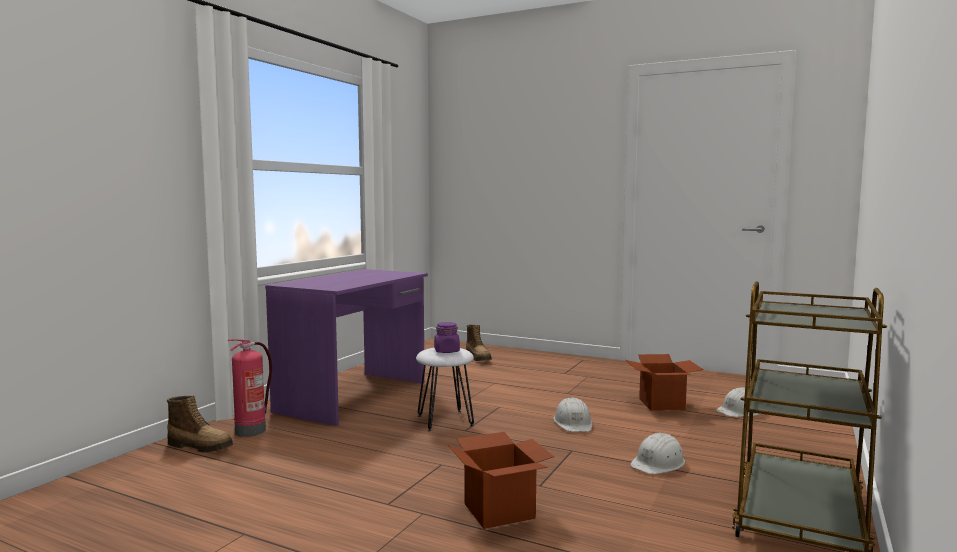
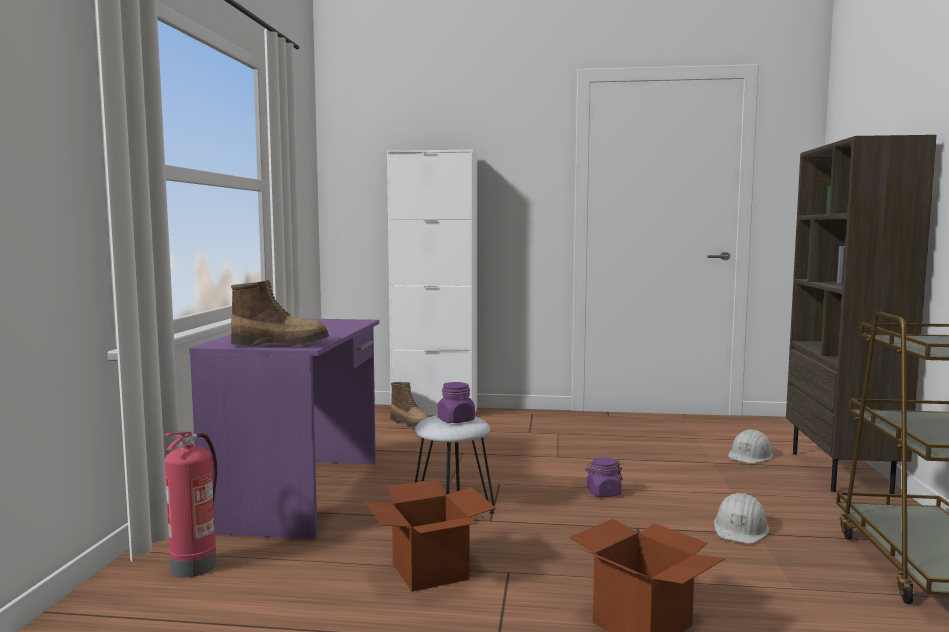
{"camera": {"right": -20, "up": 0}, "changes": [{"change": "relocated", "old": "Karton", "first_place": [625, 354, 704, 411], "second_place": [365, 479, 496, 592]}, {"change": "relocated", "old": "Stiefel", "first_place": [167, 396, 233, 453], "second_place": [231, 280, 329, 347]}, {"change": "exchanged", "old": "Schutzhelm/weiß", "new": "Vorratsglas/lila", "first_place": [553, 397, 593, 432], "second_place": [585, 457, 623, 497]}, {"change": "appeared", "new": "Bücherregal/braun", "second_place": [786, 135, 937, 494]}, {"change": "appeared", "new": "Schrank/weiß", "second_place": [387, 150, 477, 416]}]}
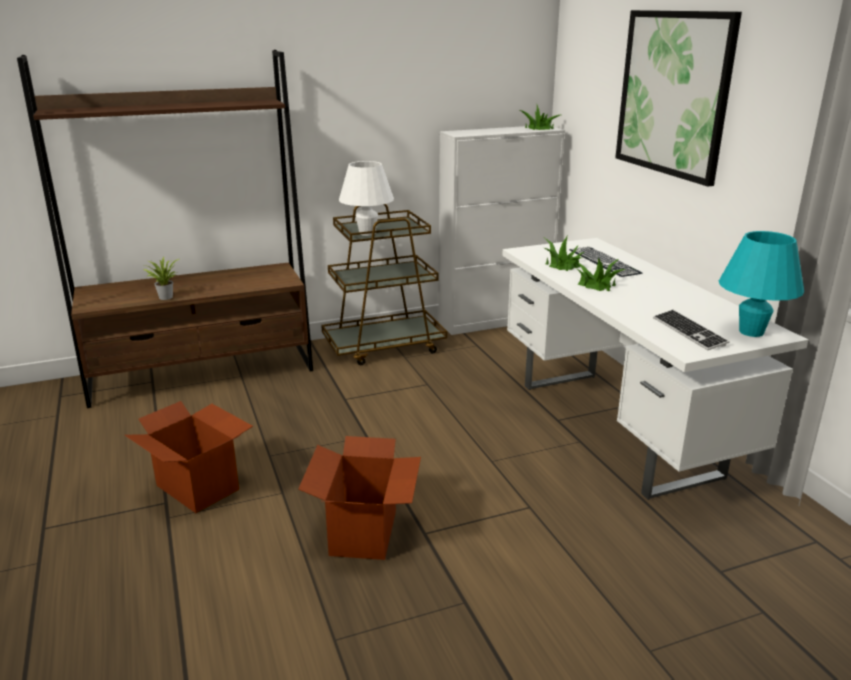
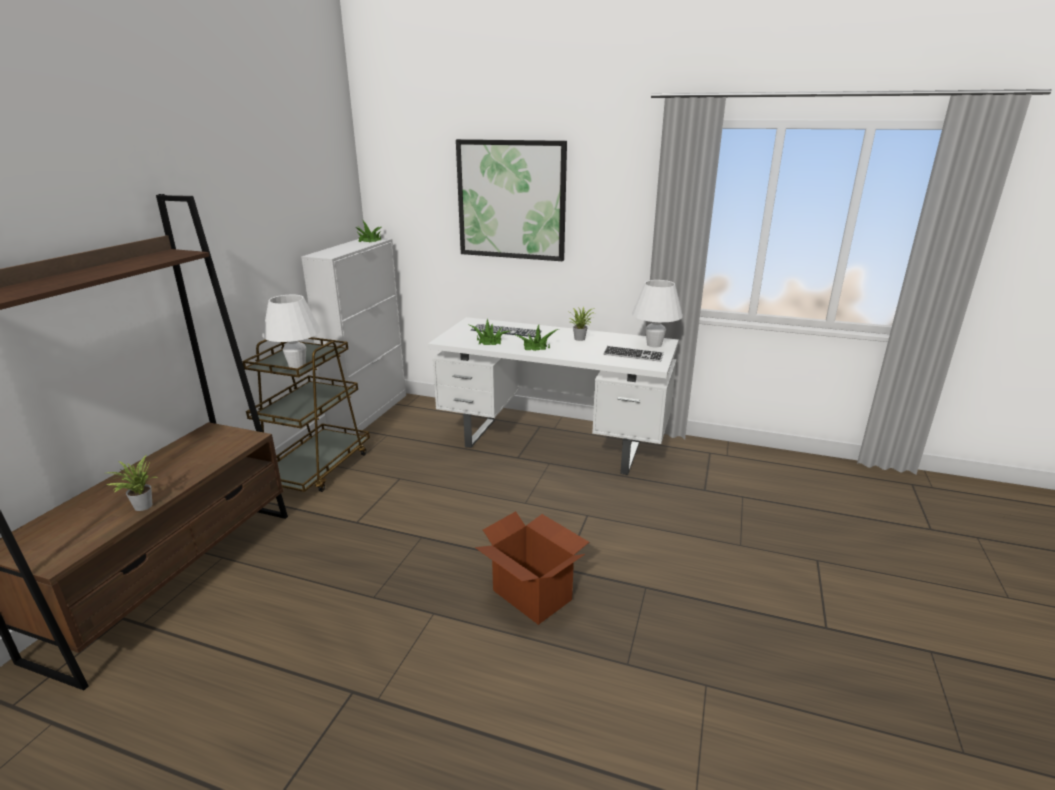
{"camera": {"right": -50, "up": 0}, "changes": [{"change": "colour", "old": "Tischlampe/türkis", "new": "Tischlampe/weiß", "first_place": [719, 231, 804, 337], "second_place": [632, 280, 683, 347]}, {"change": "missing", "old": "Karton", "first_place": [125, 401, 253, 513]}, {"change": "appeared", "new": "Topfpflanze", "second_place": [570, 307, 595, 341]}]}
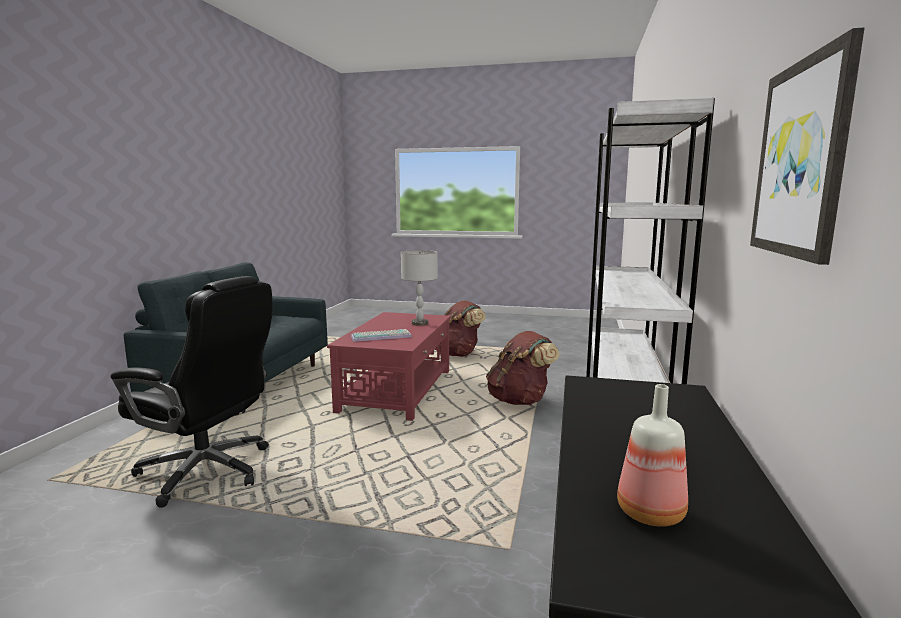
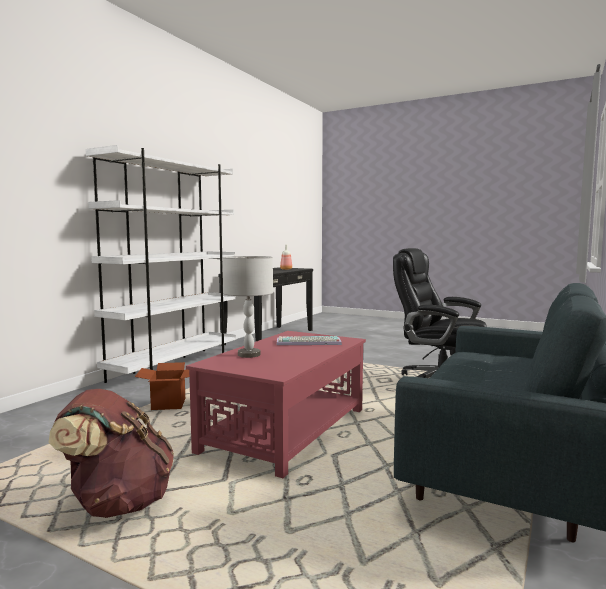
{"camera": {"right": -165, "up": -5}, "changes": [{"change": "missing", "old": "Bild", "first_place": [750, 28, 865, 265]}, {"change": "exchanged", "old": "Rucksack/braun", "new": "Karton", "first_place": [486, 331, 560, 405], "second_place": [135, 362, 189, 410]}]}
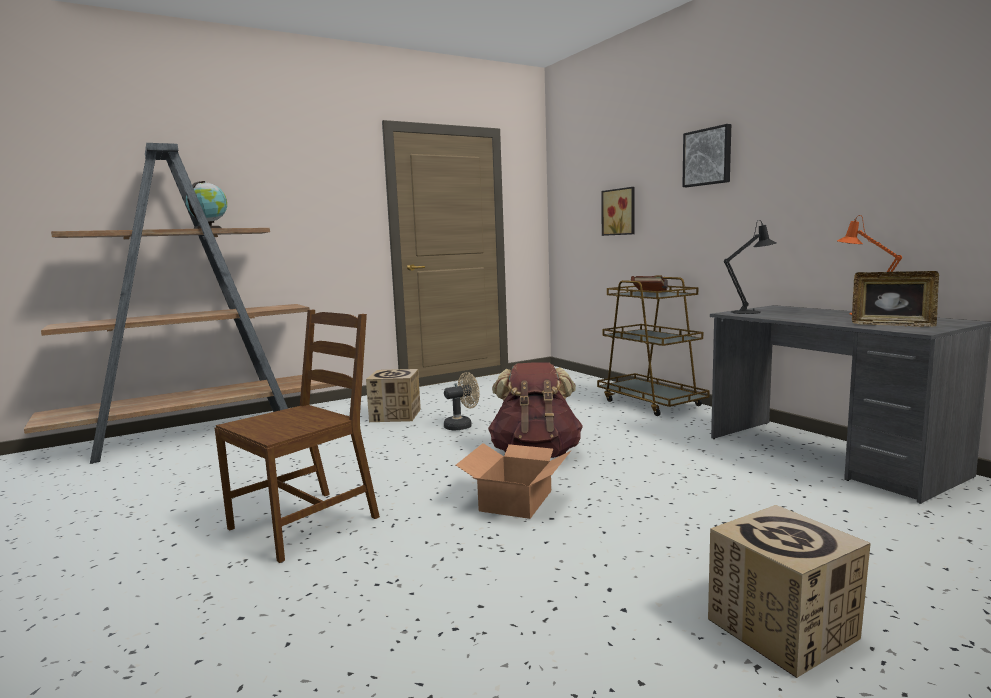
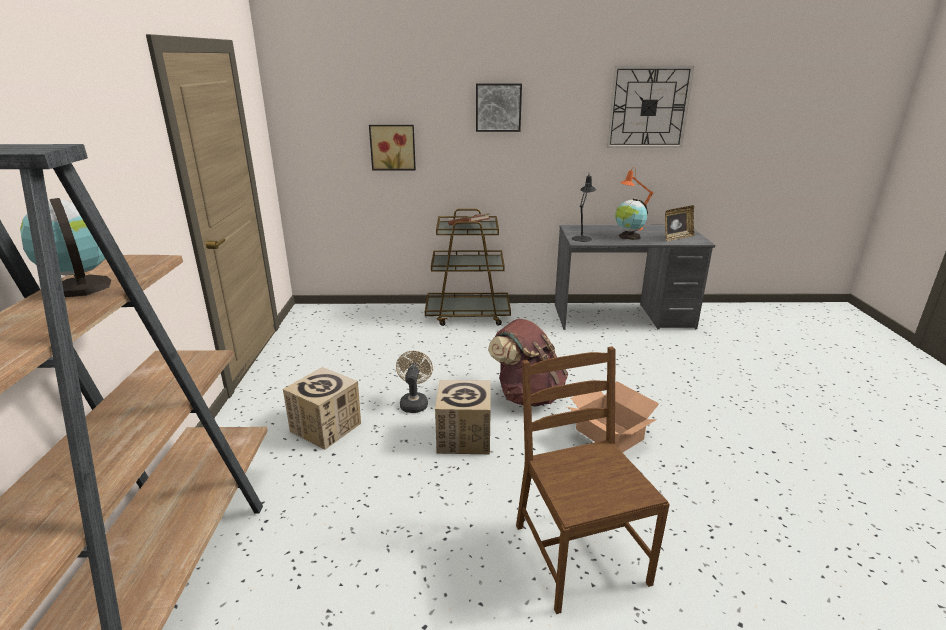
{"camera": {"right": -60, "up": 15}, "changes": [{"change": "relocated", "old": "Karton", "first_place": [708, 505, 871, 678], "second_place": [435, 380, 491, 454]}, {"change": "appeared", "new": "Wanduhr", "second_place": [607, 66, 694, 148]}, {"change": "appeared", "new": "Globus", "second_place": [615, 199, 648, 240]}]}
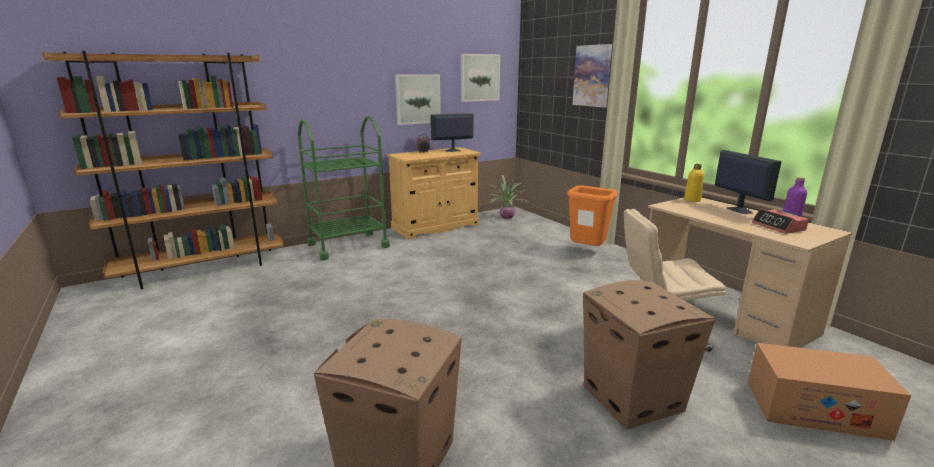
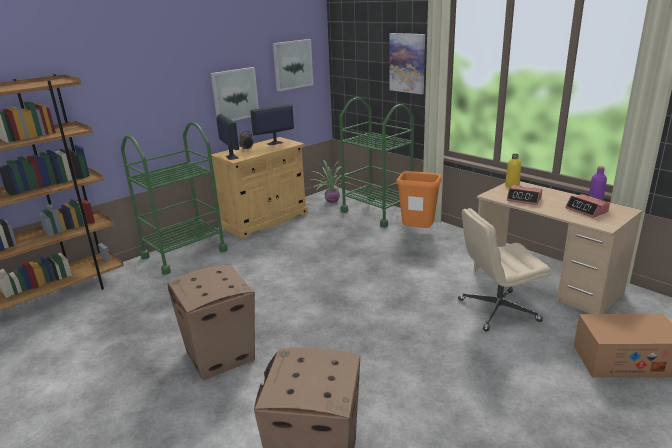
{"camera": {"right": -10, "up": 5}, "changes": [{"change": "relocated", "old": "Monitor", "first_place": [715, 150, 782, 214], "second_place": [217, 114, 239, 160]}, {"change": "relocated", "old": "Karton", "first_place": [583, 280, 716, 429], "second_place": [168, 265, 255, 380]}, {"change": "appeared", "new": "Rollwagen/grün", "second_place": [340, 97, 414, 228]}, {"change": "appeared", "new": "Wecker", "second_place": [507, 185, 542, 205]}]}
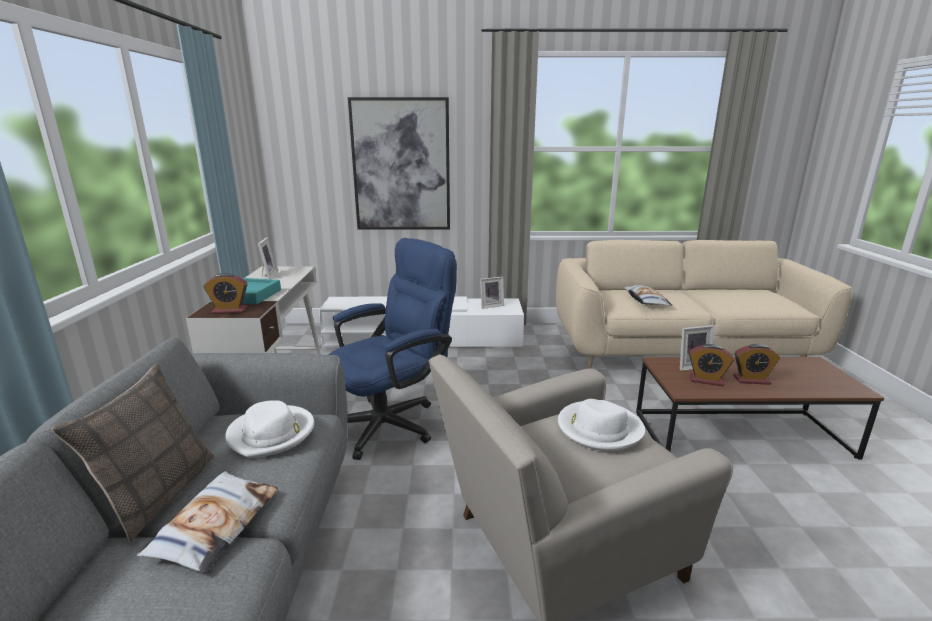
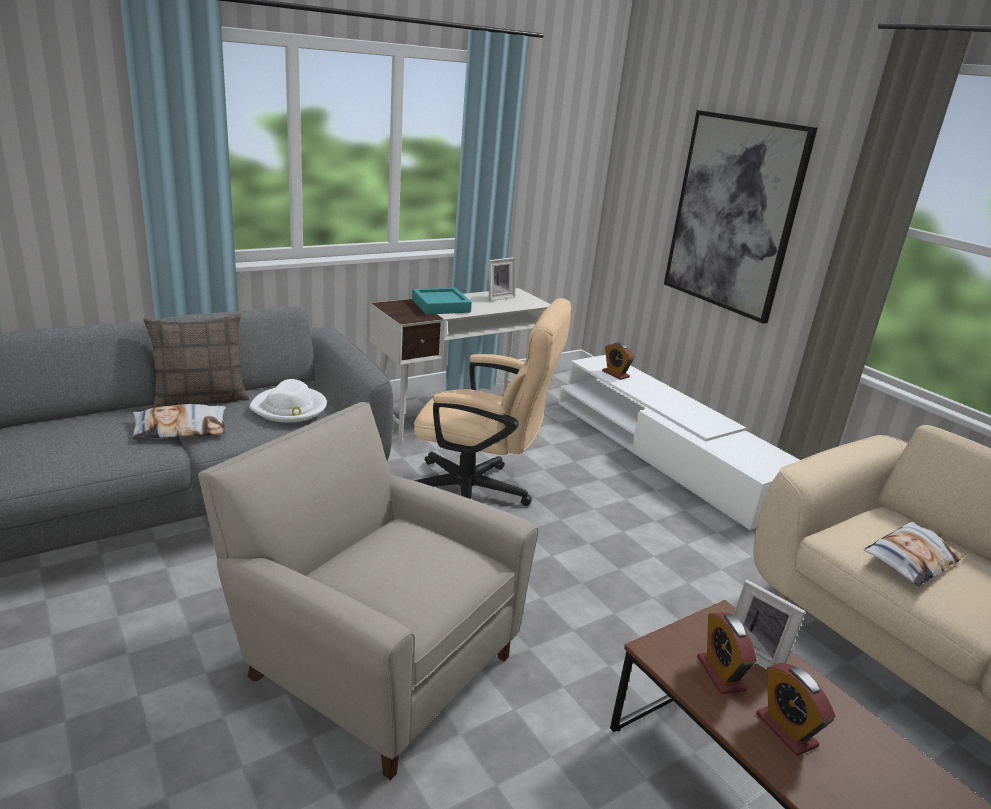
{"camera": {"right": 55, "up": 5}, "changes": [{"change": "colour", "old": "Bürostuhl/blau", "new": "Bürostuhl/beige", "first_place": [328, 238, 457, 460], "second_place": [414, 298, 572, 506]}, {"change": "relocated", "old": "Wecker", "first_place": [203, 273, 248, 314], "second_place": [602, 342, 634, 380]}, {"change": "missing", "old": "Bilderrahmen", "first_place": [480, 276, 504, 309]}, {"change": "missing", "old": "Hut/weiß", "first_place": [558, 399, 645, 451]}]}
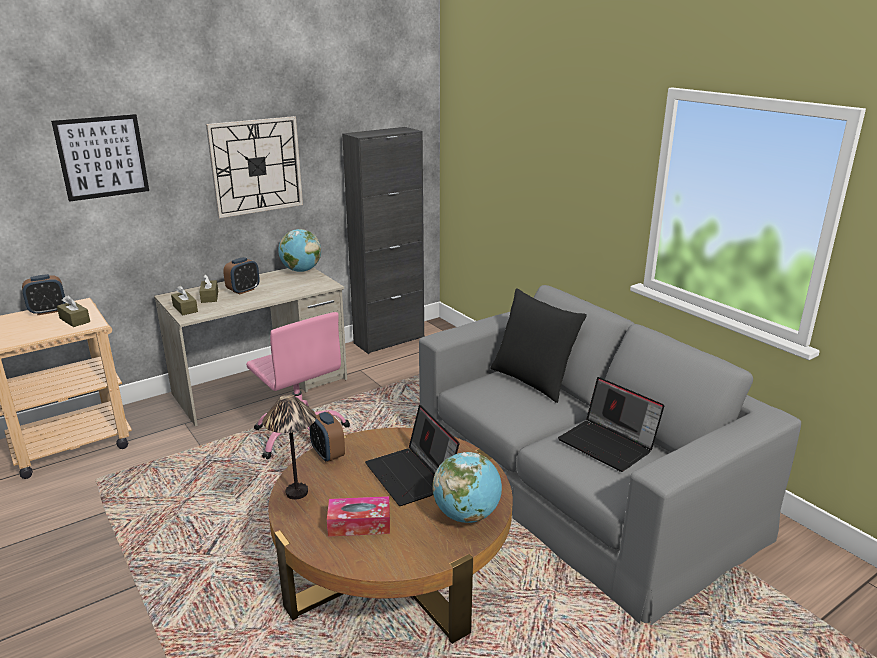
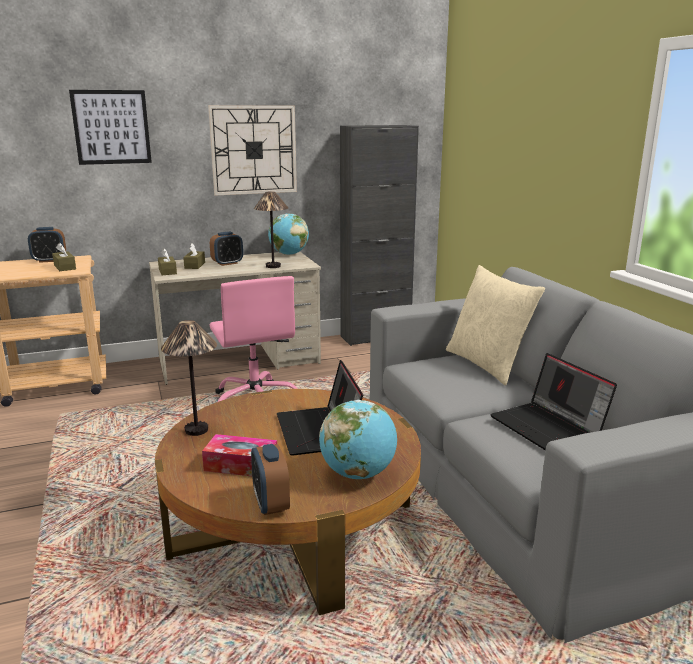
{"camera": {"right": 15, "up": -5}, "changes": [{"change": "colour", "old": "Kissen/schwarz", "new": "Kissen/beige", "first_place": [491, 288, 587, 403], "second_place": [446, 265, 545, 386]}, {"change": "relocated", "old": "Wecker", "first_place": [309, 412, 345, 462], "second_place": [251, 444, 290, 515]}, {"change": "appeared", "new": "Tischlampe", "second_place": [254, 191, 288, 268]}]}
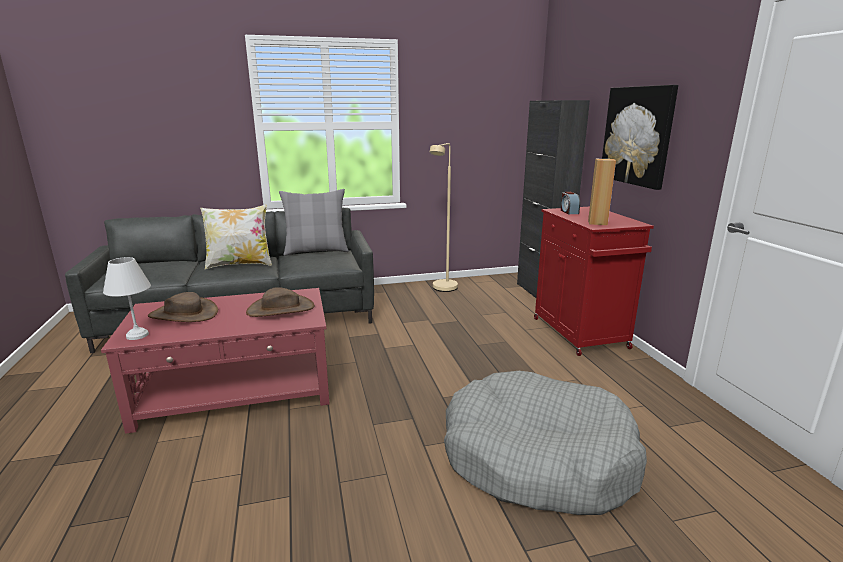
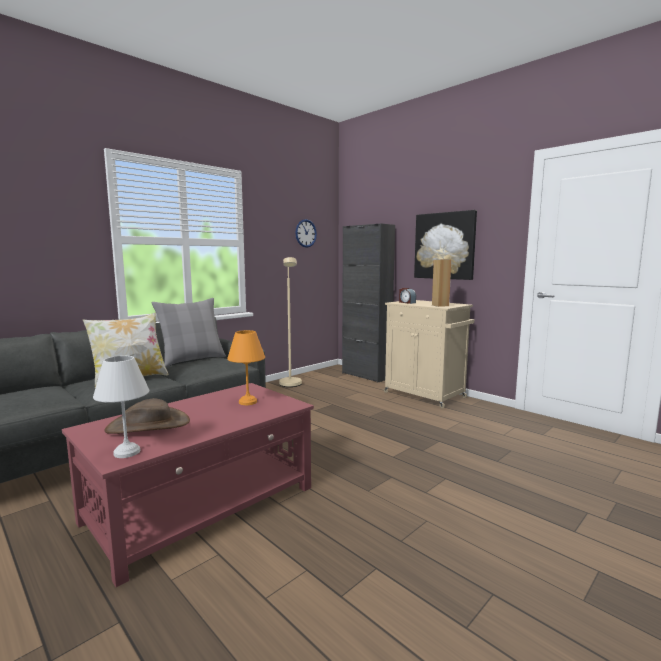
{"camera": {"right": -30, "up": -10}, "changes": [{"change": "colour", "old": "Schrank/rot", "new": "Schrank/beige", "first_place": [534, 207, 654, 356], "second_place": [384, 300, 474, 409]}, {"change": "exchanged", "old": "Hut/braun", "new": "Tischlampe/orange", "first_place": [246, 287, 315, 317], "second_place": [227, 330, 265, 405]}, {"change": "missing", "old": "Hundebett/grau", "first_place": [444, 371, 647, 515]}, {"change": "appeared", "new": "Wanduhr", "second_place": [295, 219, 317, 248]}]}
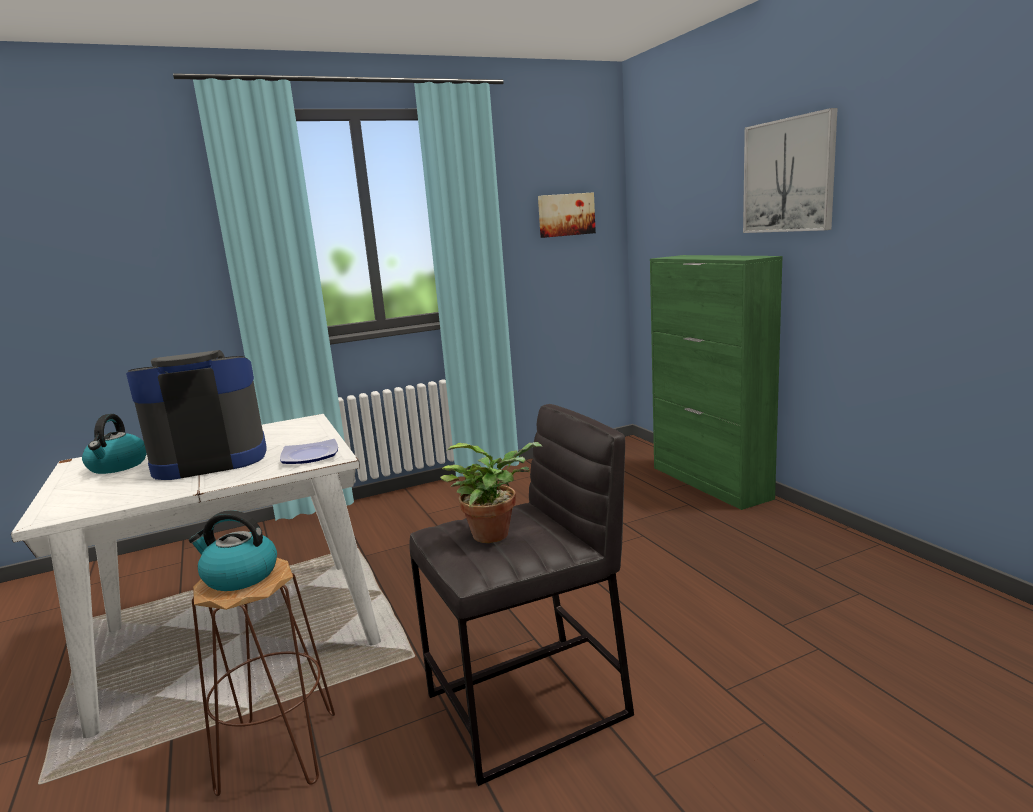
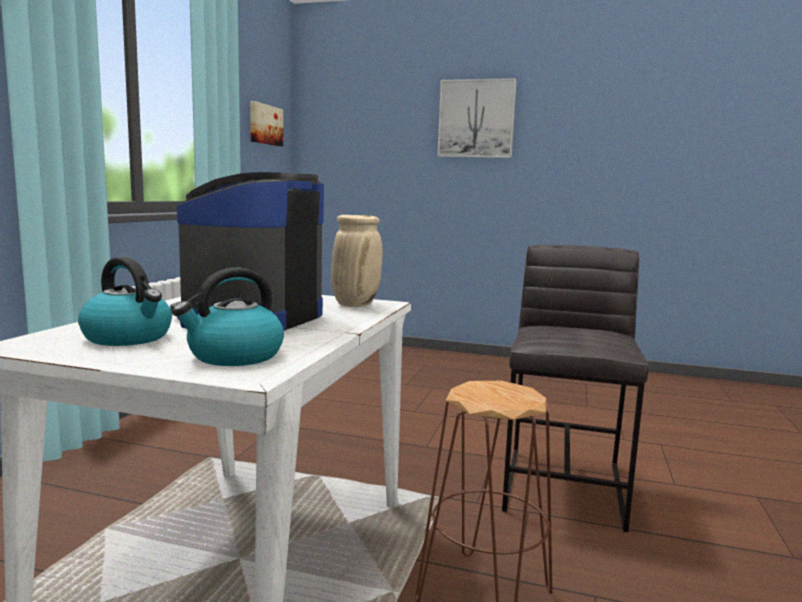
{"camera": {"right": -50, "up": -5}, "changes": [{"change": "missing", "old": "Schrank/grün", "first_place": [650, 255, 783, 510]}, {"change": "exchanged", "old": "Teller", "new": "Vase/beige", "first_place": [280, 439, 338, 464], "second_place": [331, 215, 383, 307]}, {"change": "missing", "old": "Topfpflanze", "first_place": [440, 442, 543, 543]}, {"change": "relocated", "old": "Wasserkessel", "first_place": [189, 510, 277, 591], "second_place": [173, 267, 284, 366]}]}
